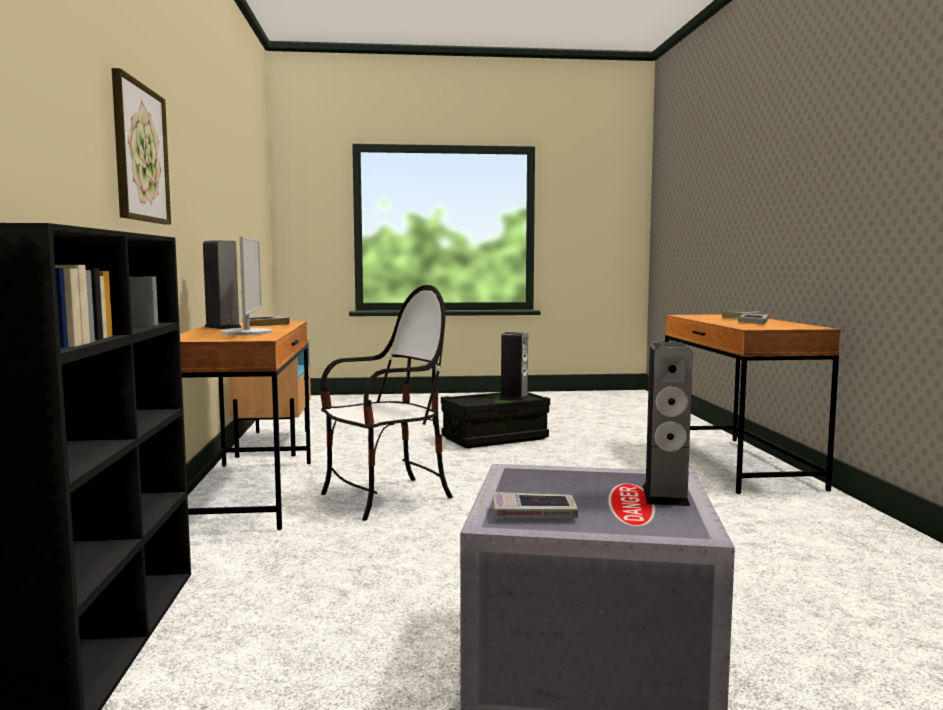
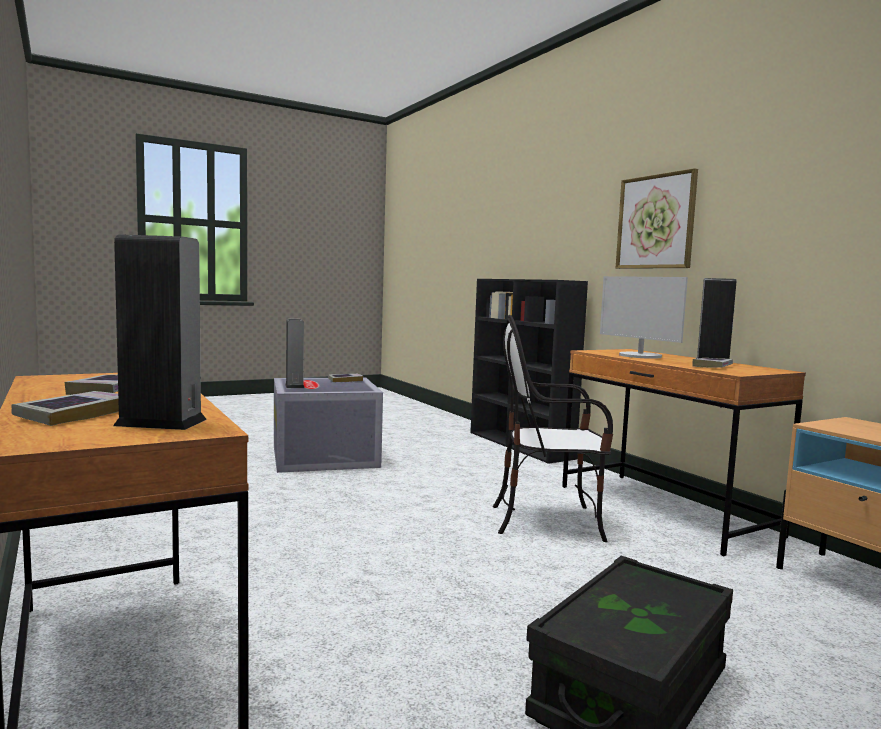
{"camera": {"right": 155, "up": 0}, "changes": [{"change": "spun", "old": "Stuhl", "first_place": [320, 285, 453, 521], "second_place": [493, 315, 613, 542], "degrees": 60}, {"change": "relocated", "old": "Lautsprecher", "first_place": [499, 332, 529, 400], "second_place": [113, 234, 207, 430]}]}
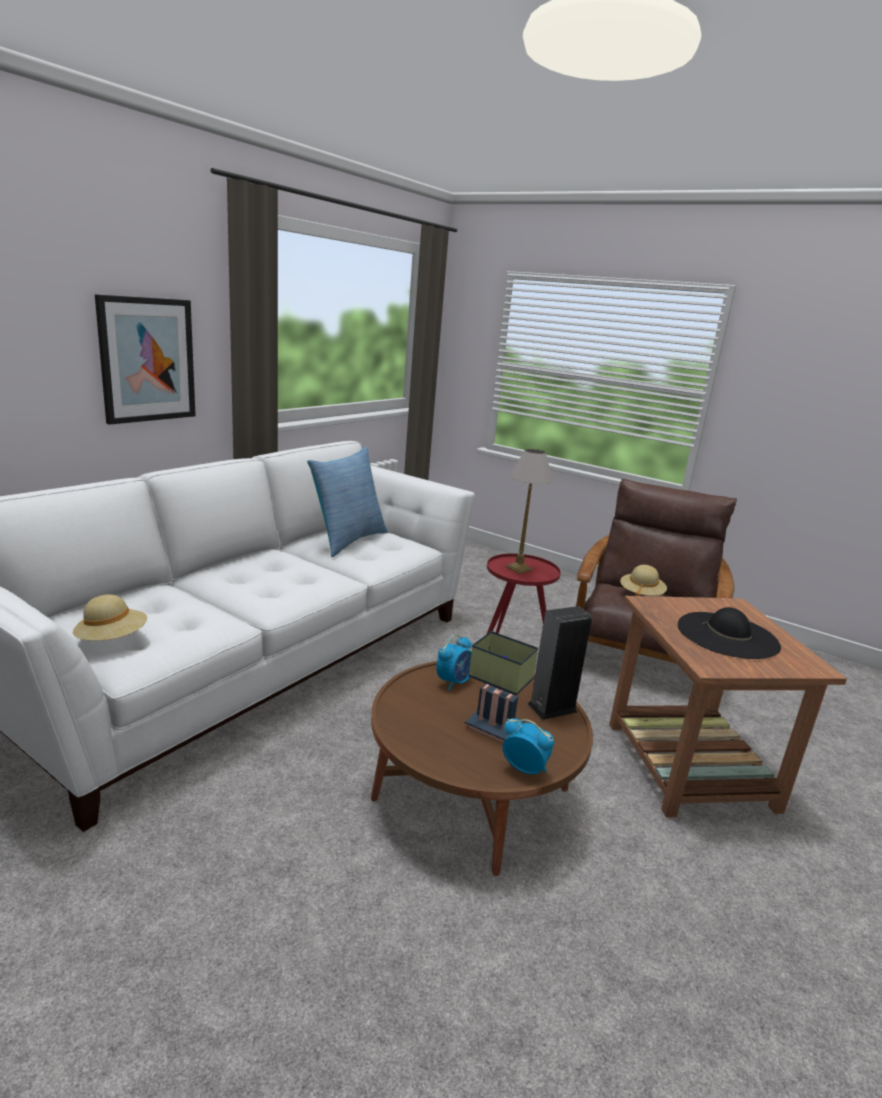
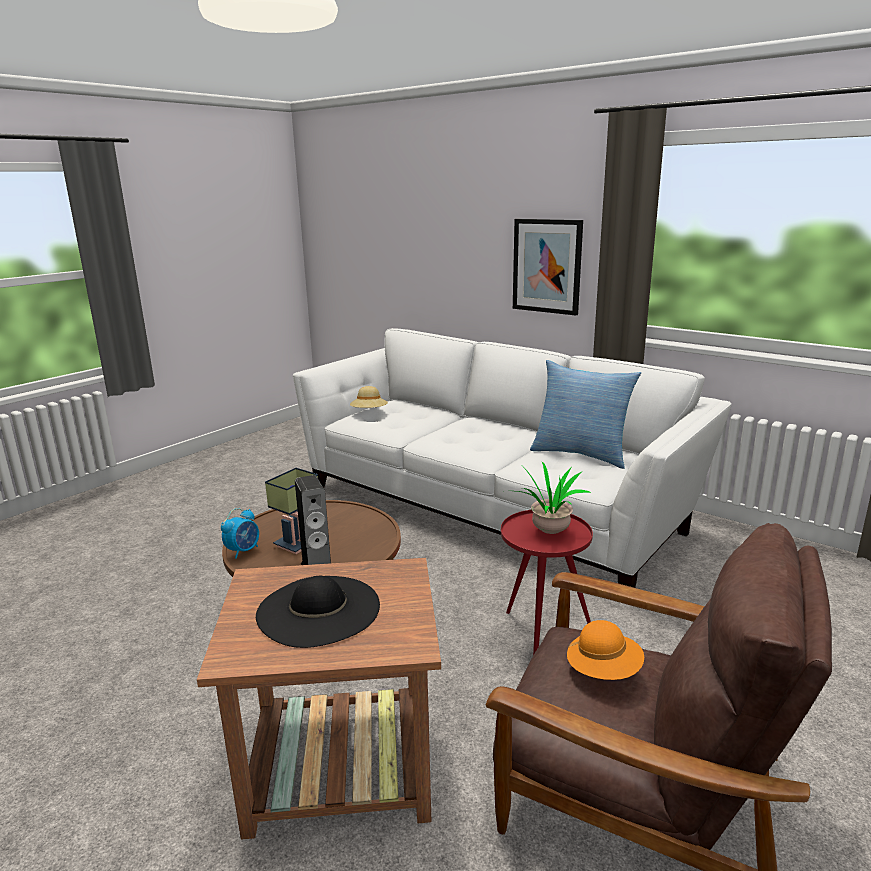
{"camera": {"right": 95, "up": 0}, "changes": [{"change": "exchanged", "old": "Tischlampe", "new": "Topfpflanze", "first_place": [505, 449, 553, 574], "second_place": [516, 461, 591, 534]}, {"change": "colour", "old": "Hut/beige", "new": "Hut/orange", "first_place": [620, 565, 667, 596], "second_place": [567, 620, 644, 680]}, {"change": "missing", "old": "Wecker", "first_place": [436, 634, 472, 691]}]}
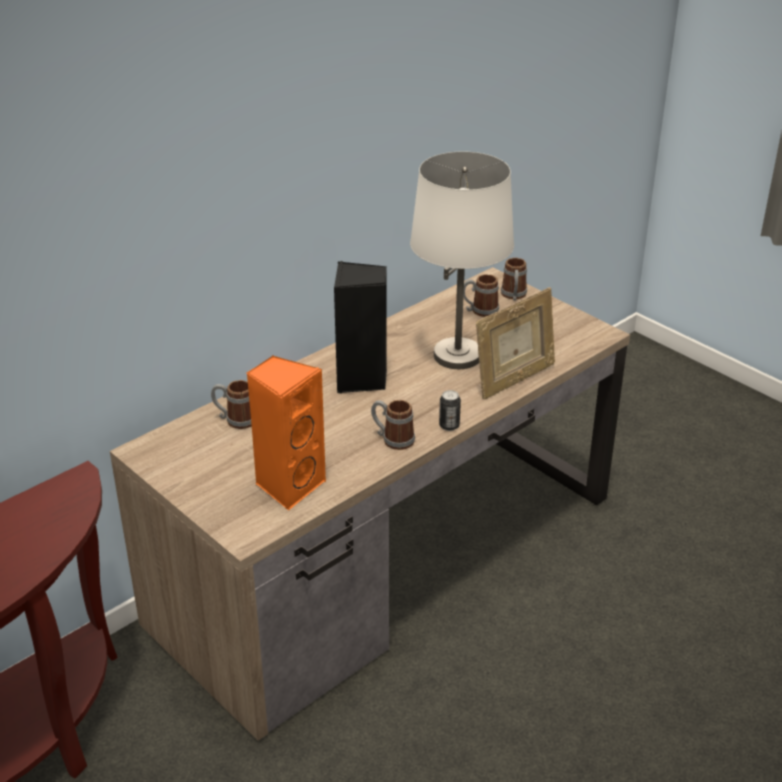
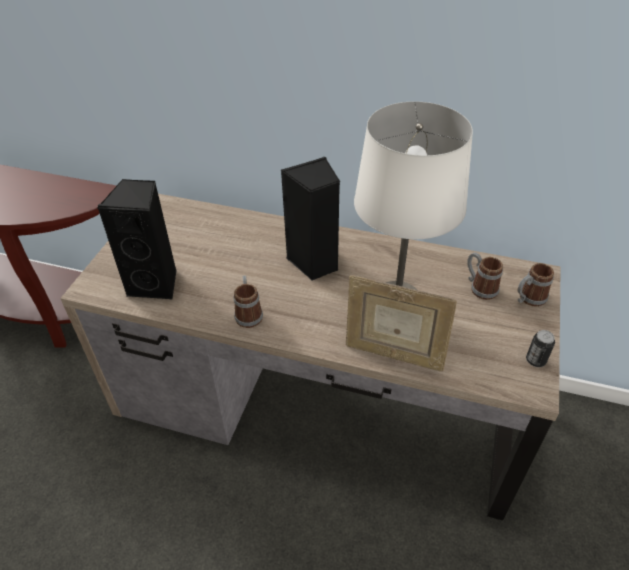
{"camera": {"right": 60, "up": 10}, "changes": [{"change": "colour", "old": "Lautsprecher/orange", "new": "Lautsprecher/schwarz", "first_place": [247, 355, 326, 510], "second_place": [97, 179, 177, 299]}, {"change": "missing", "old": "Henkelbecher", "first_place": [211, 380, 252, 429]}, {"change": "relocated", "old": "Dose", "first_place": [439, 390, 461, 431], "second_place": [526, 330, 555, 367]}]}
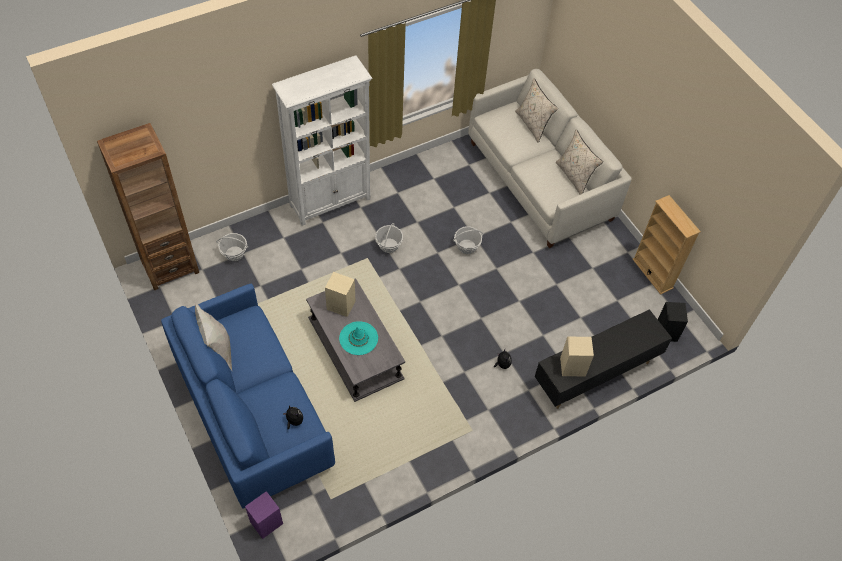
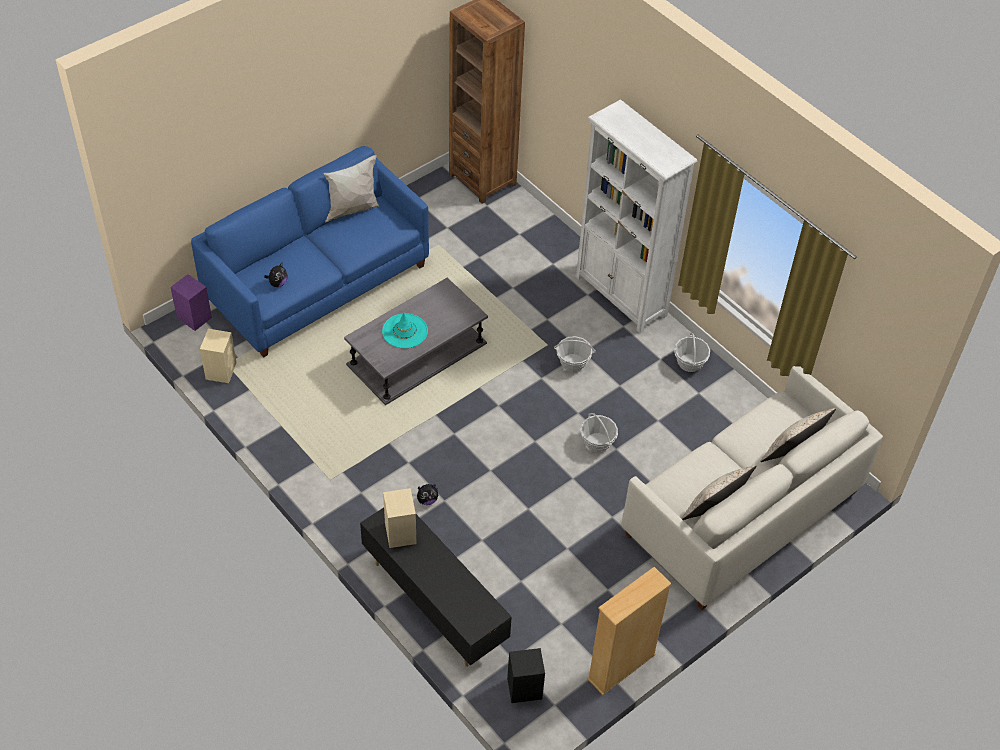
{"camera": {"right": 80, "up": -5}, "changes": [{"change": "relocated", "old": "Korb", "first_place": [216, 233, 249, 261], "second_place": [674, 333, 710, 372]}, {"change": "relocated", "old": "Lautsprecher/beige", "first_place": [325, 272, 356, 317], "second_place": [200, 329, 237, 383]}]}
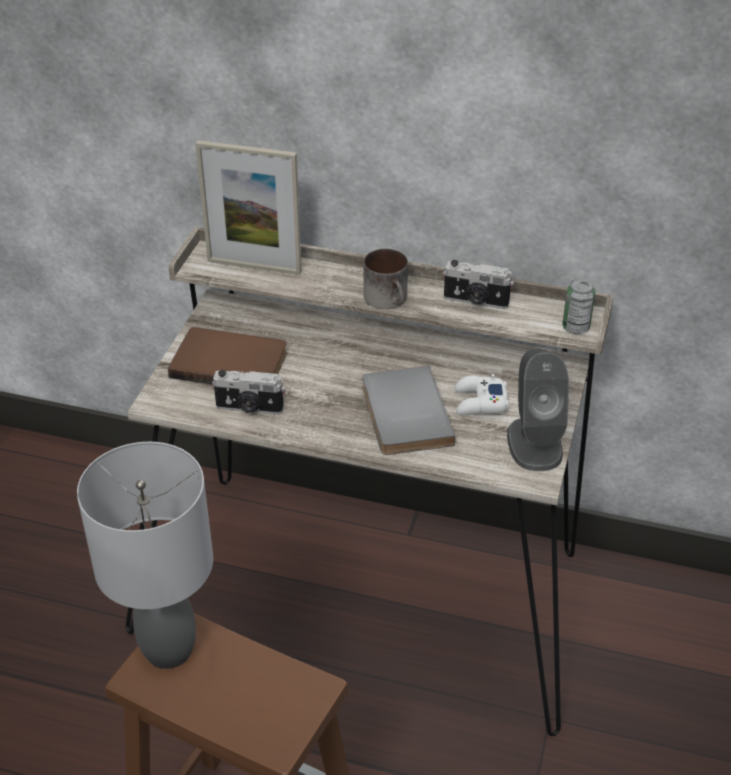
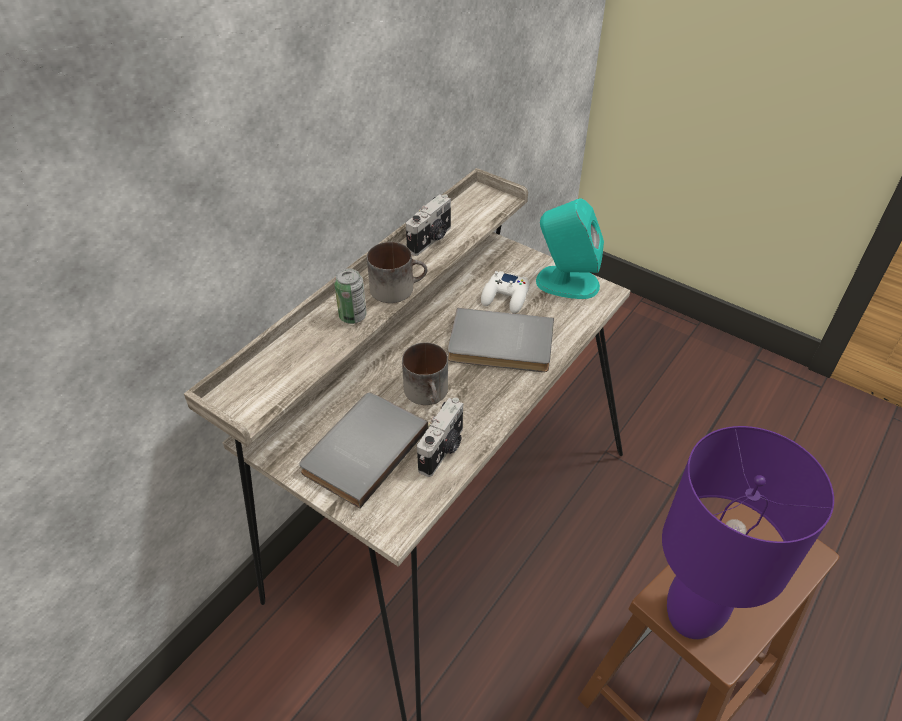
{"camera": {"right": -70, "up": 5}, "changes": [{"change": "missing", "old": "Bilderrahmen", "first_place": [195, 140, 302, 275]}, {"change": "relocated", "old": "Dose", "first_place": [562, 278, 595, 334], "second_place": [334, 268, 367, 324]}, {"change": "colour", "old": "Buch/braun", "new": "Buch/grau", "first_place": [168, 327, 287, 385], "second_place": [299, 393, 428, 508]}, {"change": "colour", "old": "Lautsprecher/grau", "new": "Lautsprecher/türkis", "first_place": [507, 349, 569, 471], "second_place": [536, 198, 604, 299]}, {"change": "colour", "old": "Tischlampe/grau", "new": "Tischlampe/lila", "first_place": [77, 442, 213, 669], "second_place": [662, 426, 834, 639]}, {"change": "appeared", "new": "Henkelbecher", "second_place": [402, 342, 448, 405]}]}
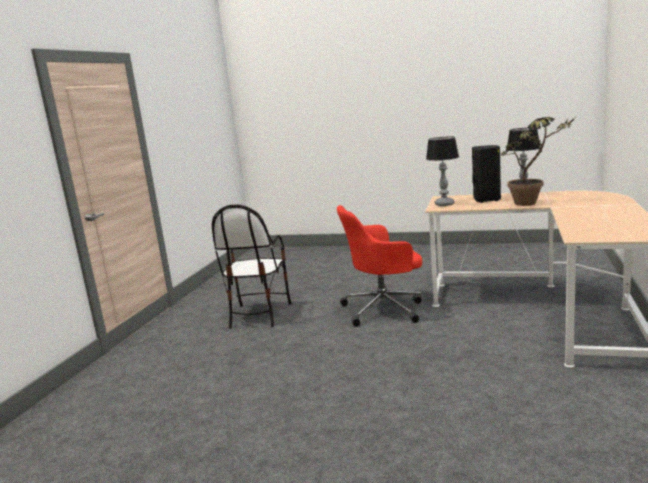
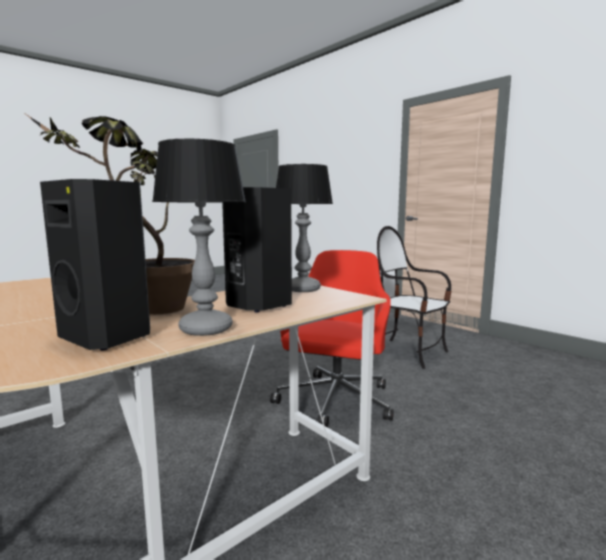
{"camera": {"right": 120, "up": -5}, "changes": [{"change": "appeared", "new": "Lautsprecher/schwarz", "second_place": [40, 179, 150, 350]}]}
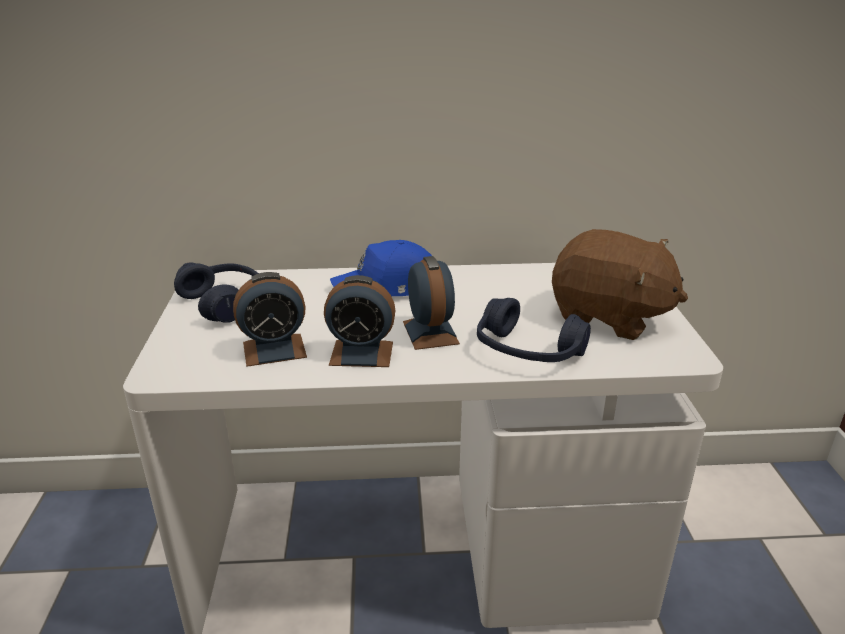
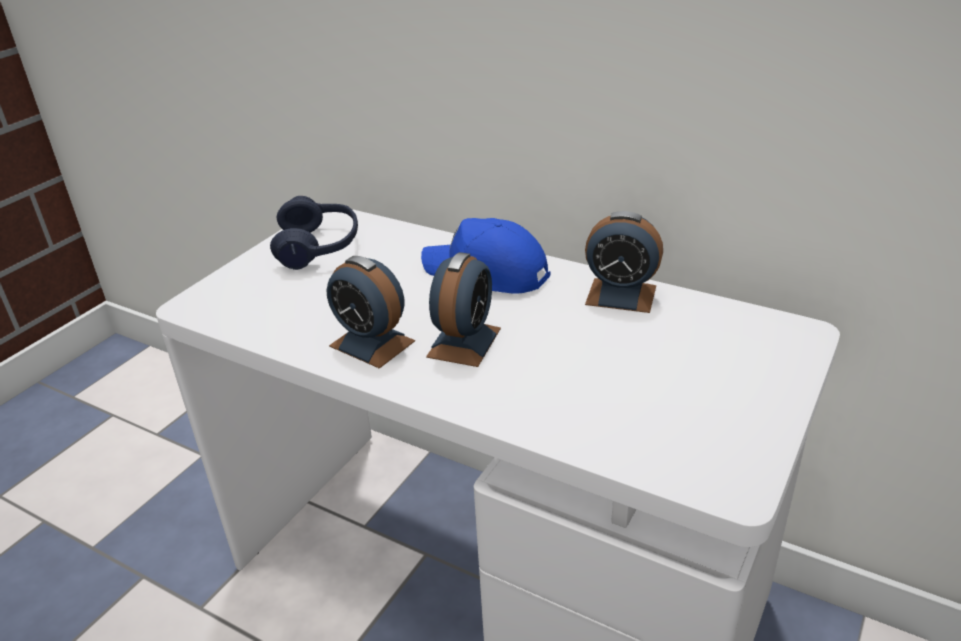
{"camera": {"right": 35, "up": 5}, "changes": [{"change": "missing", "old": "Plüschtier/braun", "first_place": [552, 229, 688, 340]}, {"change": "relocated", "old": "Wecker", "first_place": [233, 272, 307, 367], "second_place": [585, 211, 663, 313]}, {"change": "missing", "old": "Kopfhörer/blau", "first_place": [477, 298, 591, 362]}]}
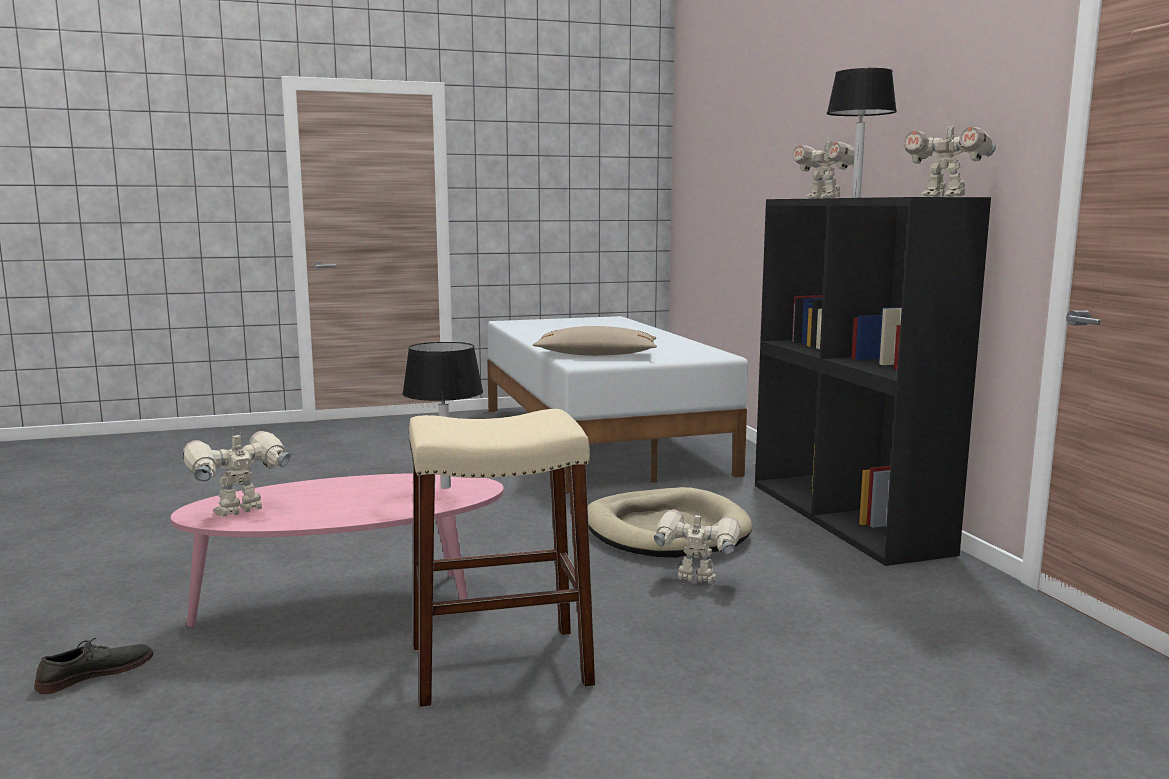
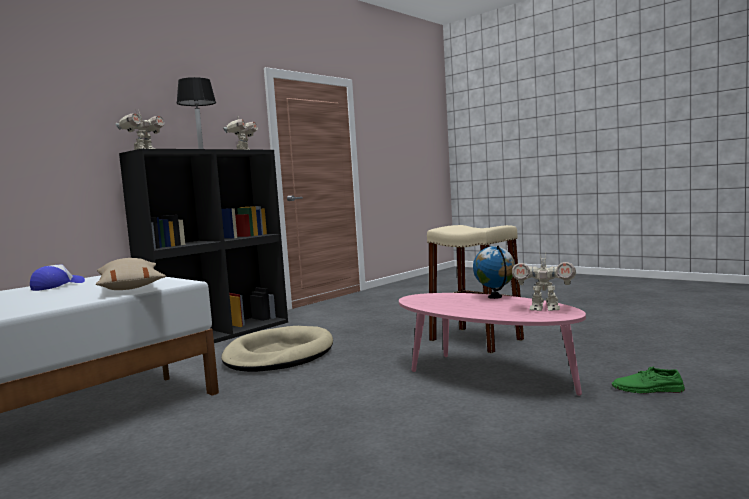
{"camera": {"right": -120, "up": -5}, "changes": [{"change": "missing", "old": "Tischlampe/schwarz", "first_place": [402, 342, 483, 488]}, {"change": "missing", "old": "Spielzeugroboter", "first_place": [654, 510, 740, 584]}, {"change": "colour", "old": "Schuh/grau", "new": "Schuh/grün", "first_place": [34, 638, 153, 694], "second_place": [612, 366, 685, 394]}, {"change": "appeared", "new": "Globus", "second_place": [473, 245, 515, 299]}, {"change": "appeared", "new": "Kappe", "second_place": [30, 264, 85, 291]}]}
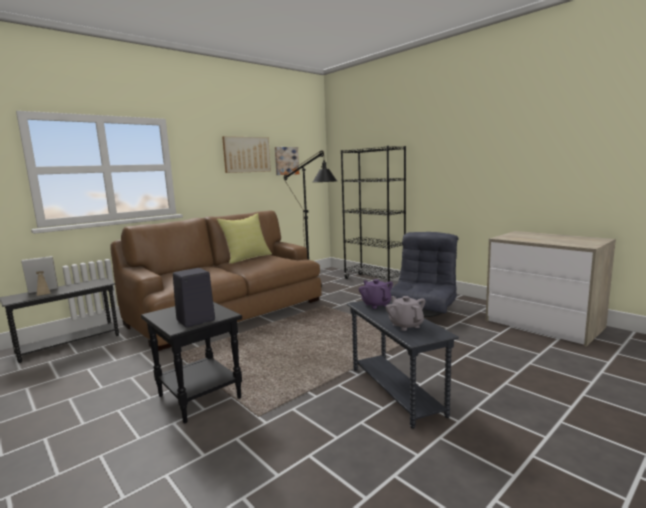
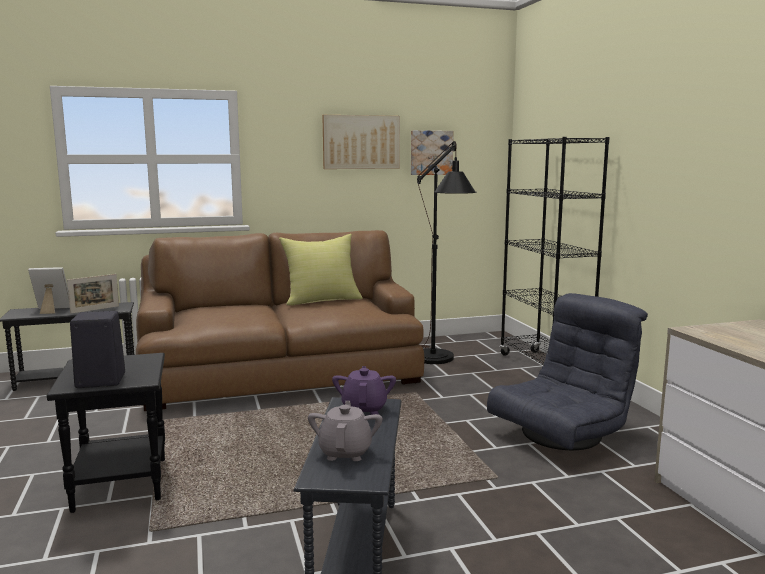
{"camera": {"right": 25, "up": 0}, "changes": [{"change": "appeared", "new": "Bilderrahmen", "second_place": [67, 274, 119, 314]}]}
